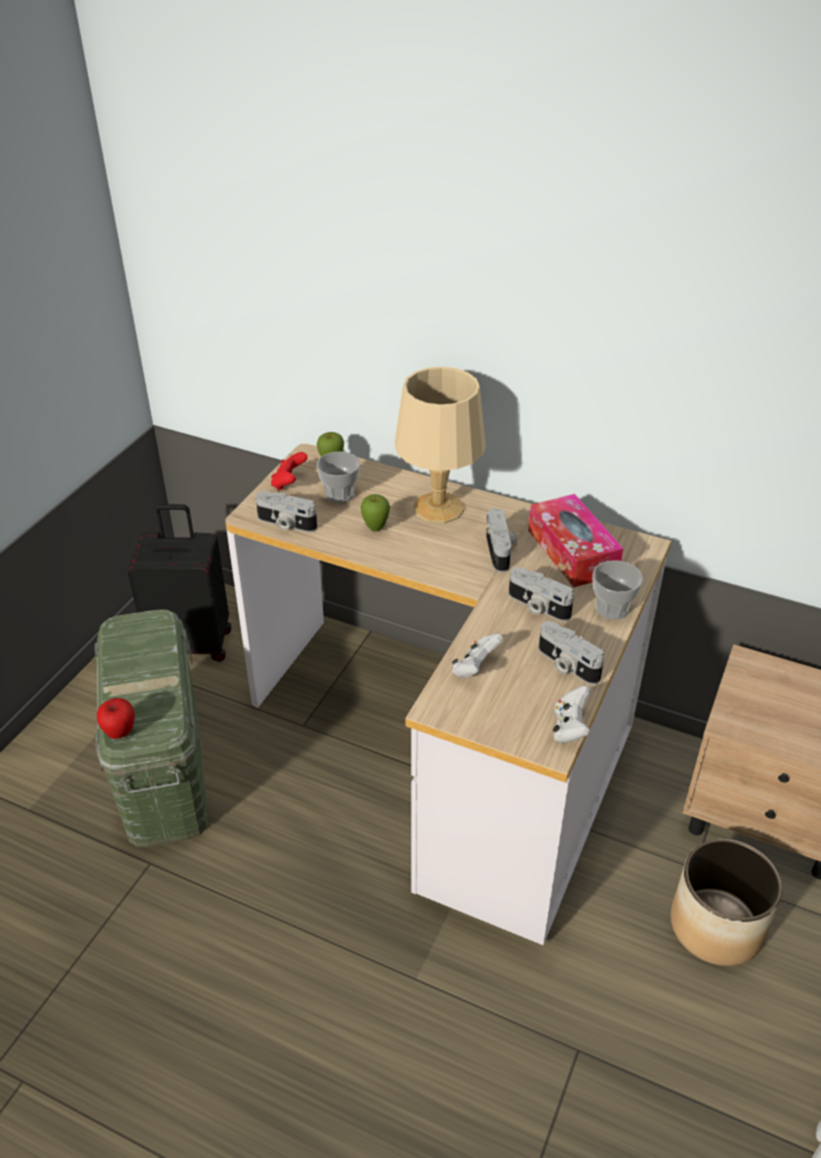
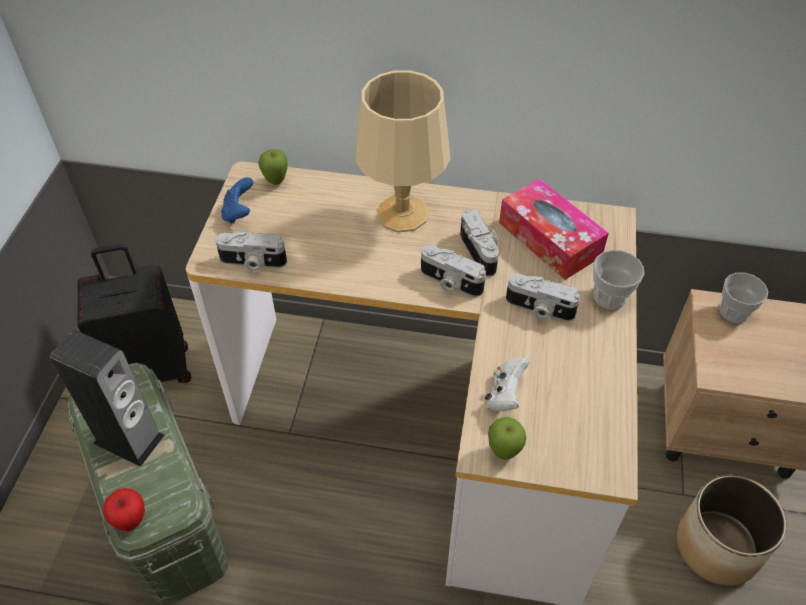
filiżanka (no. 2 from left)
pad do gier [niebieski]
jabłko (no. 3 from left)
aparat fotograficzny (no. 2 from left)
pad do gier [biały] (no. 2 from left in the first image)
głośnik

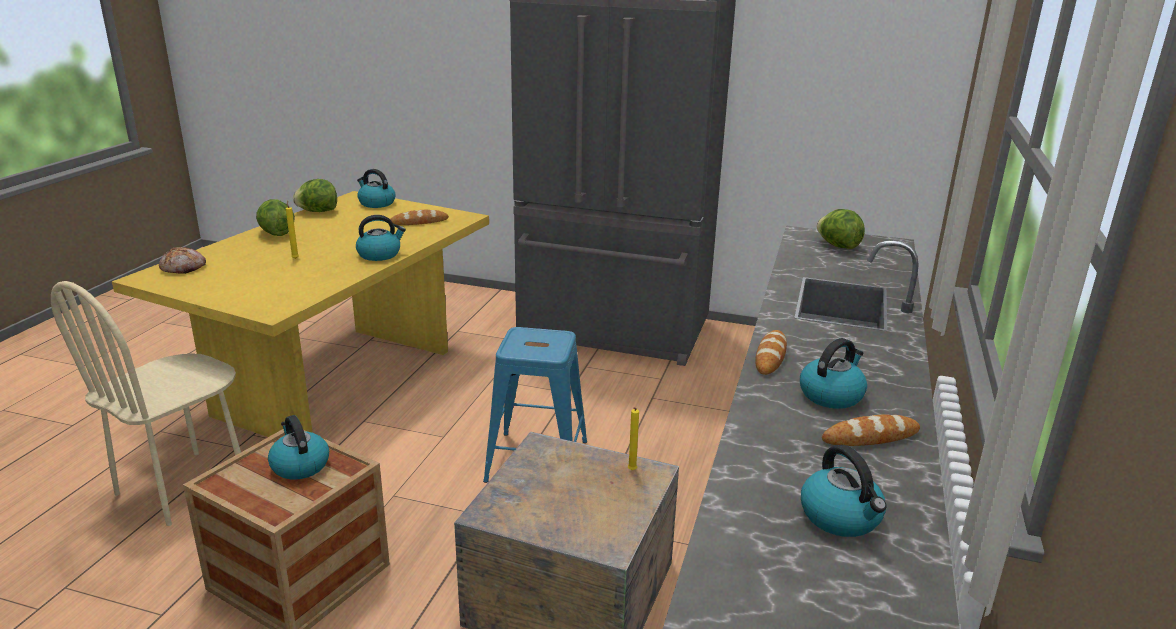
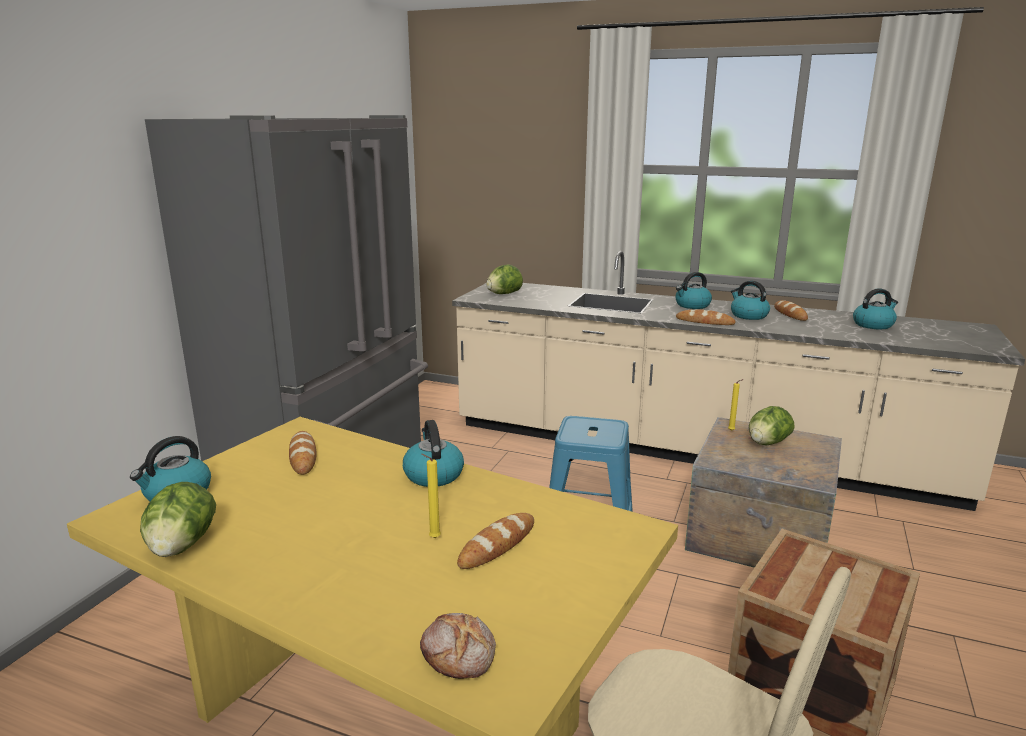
sałata (no. 3 from left)
czajnik (no. 3 from left)
chleb (no. 3 from left)

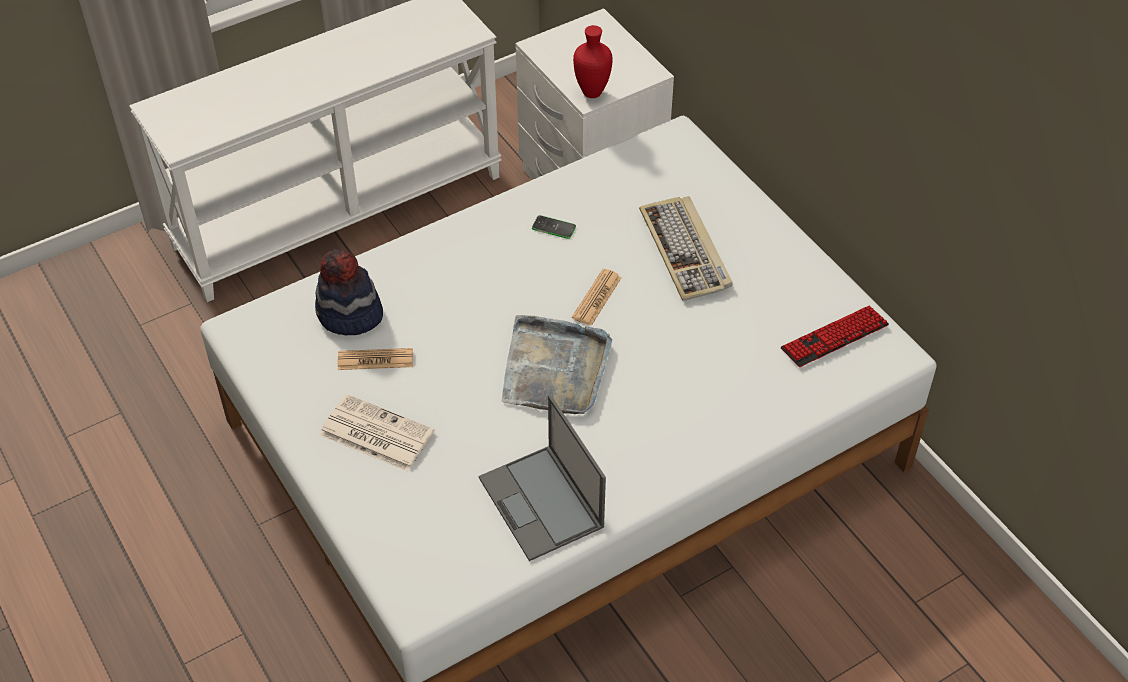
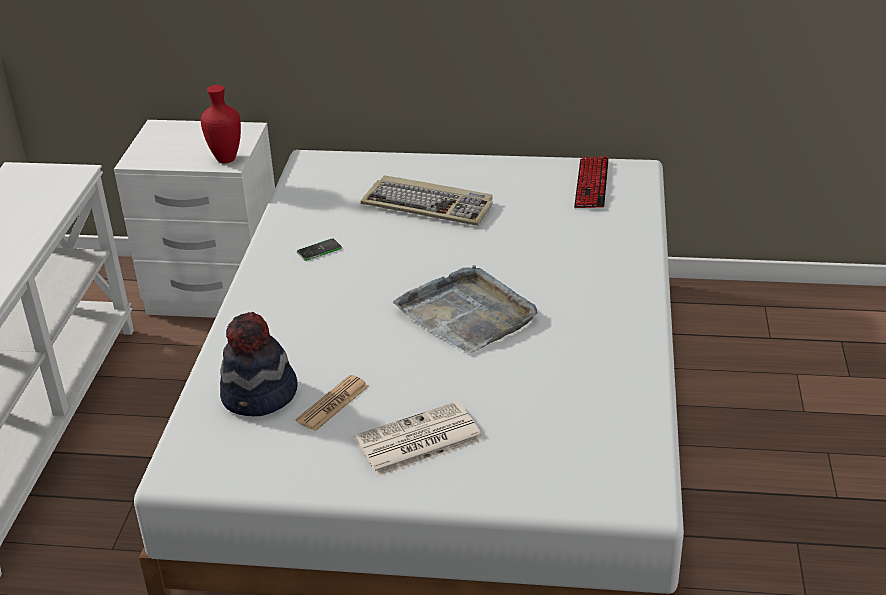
gazeta (no. 3 from left in the first image)
laptop

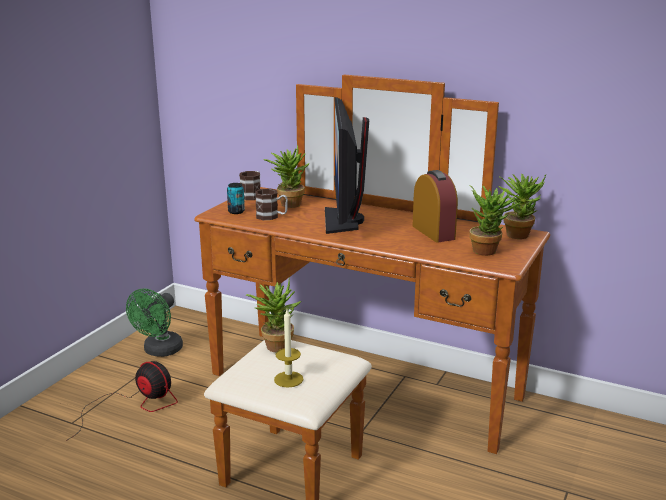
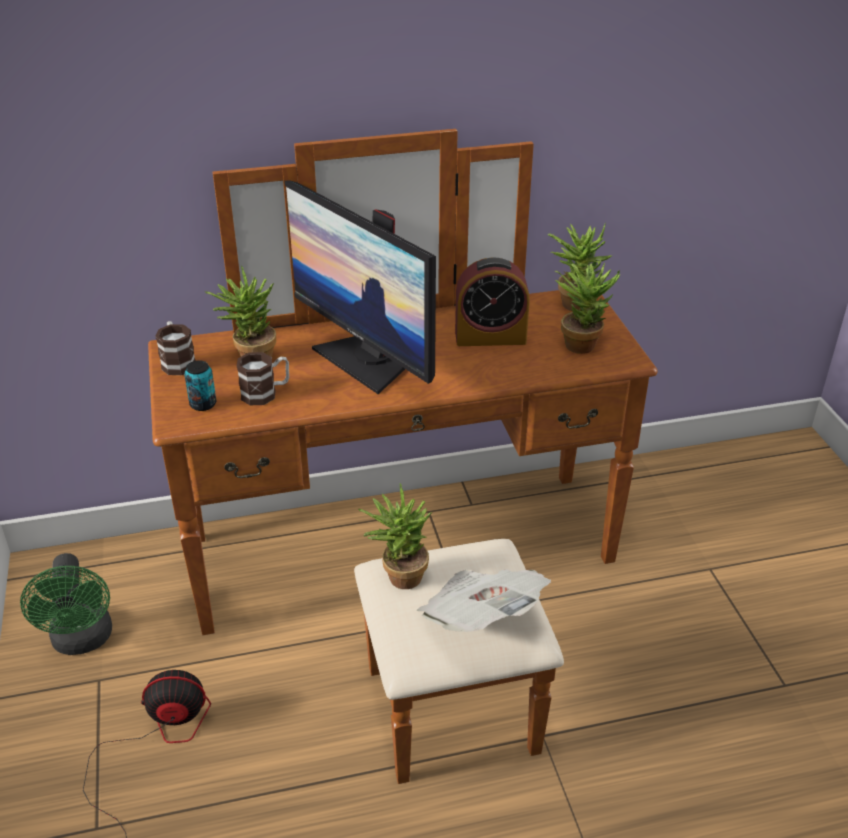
budzik
gazeta

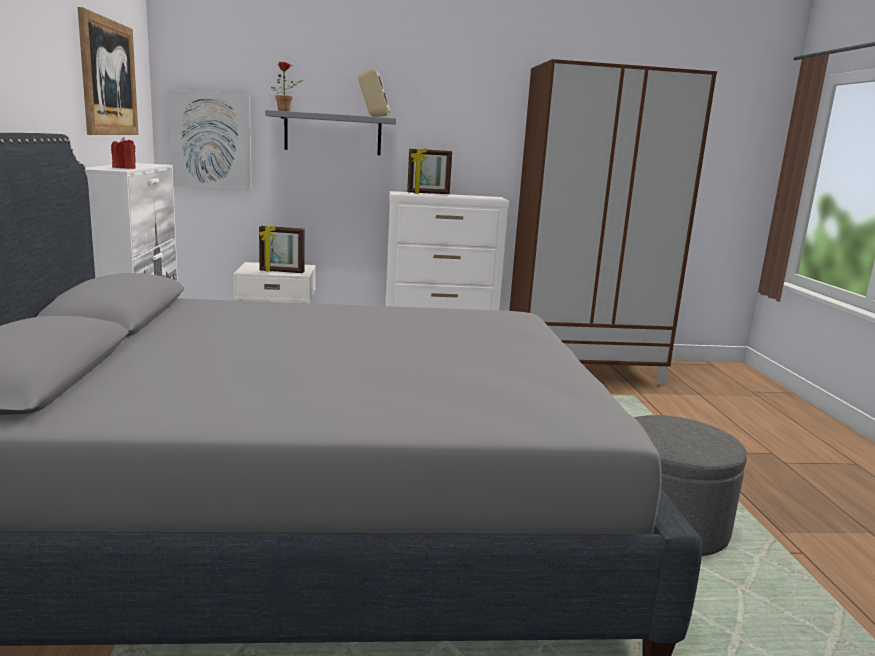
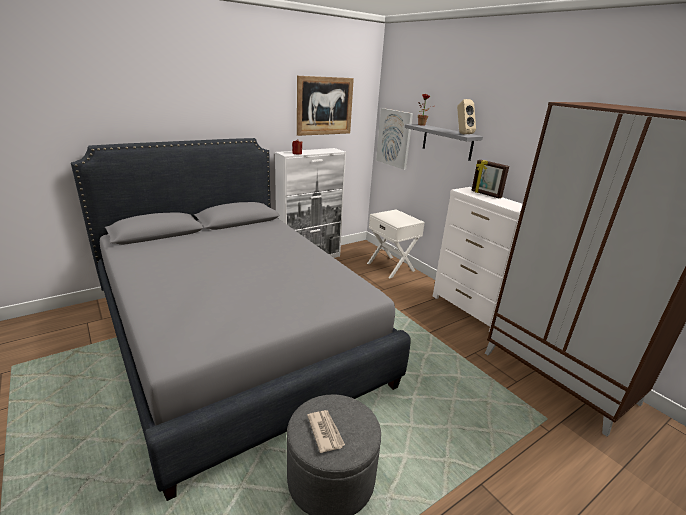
ramka na zdjęcie (no. 1 from left in the first image)
gazeta

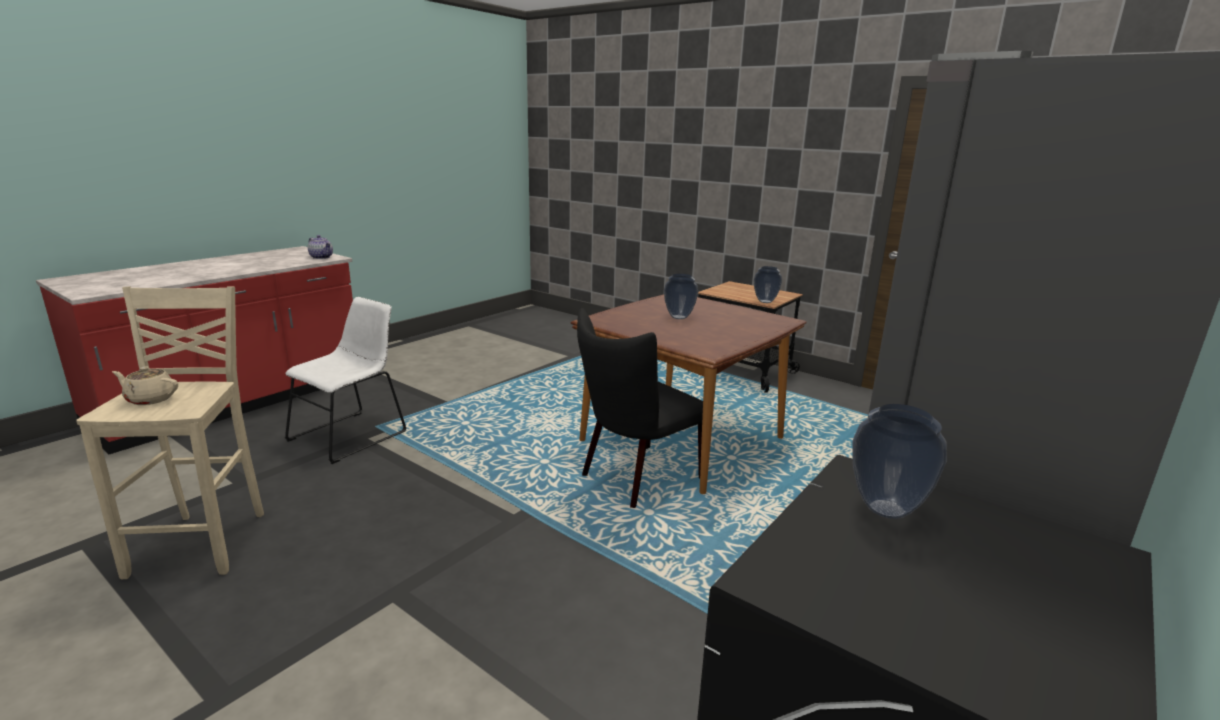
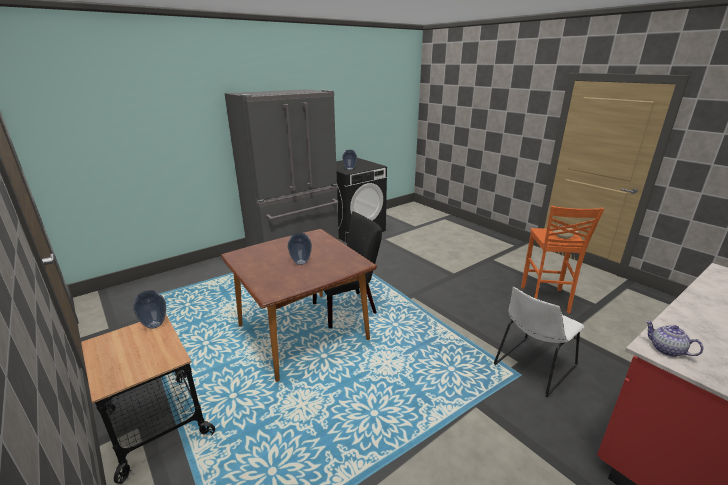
stołek [pomarańczowy]

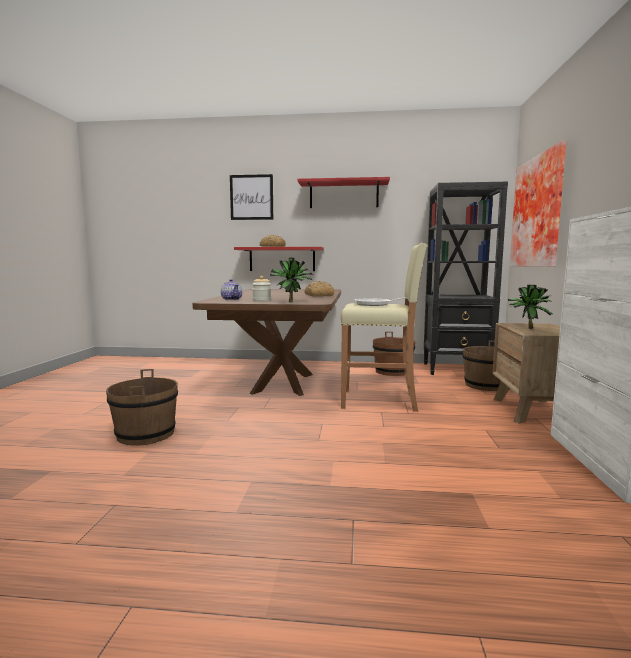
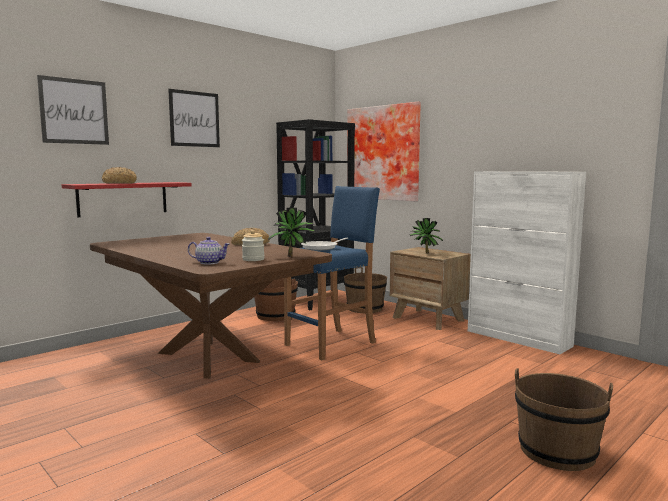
obraz (no. 2 from left)
stołek [niebieski]
wiadro [brązowy] (no. 3 from left)

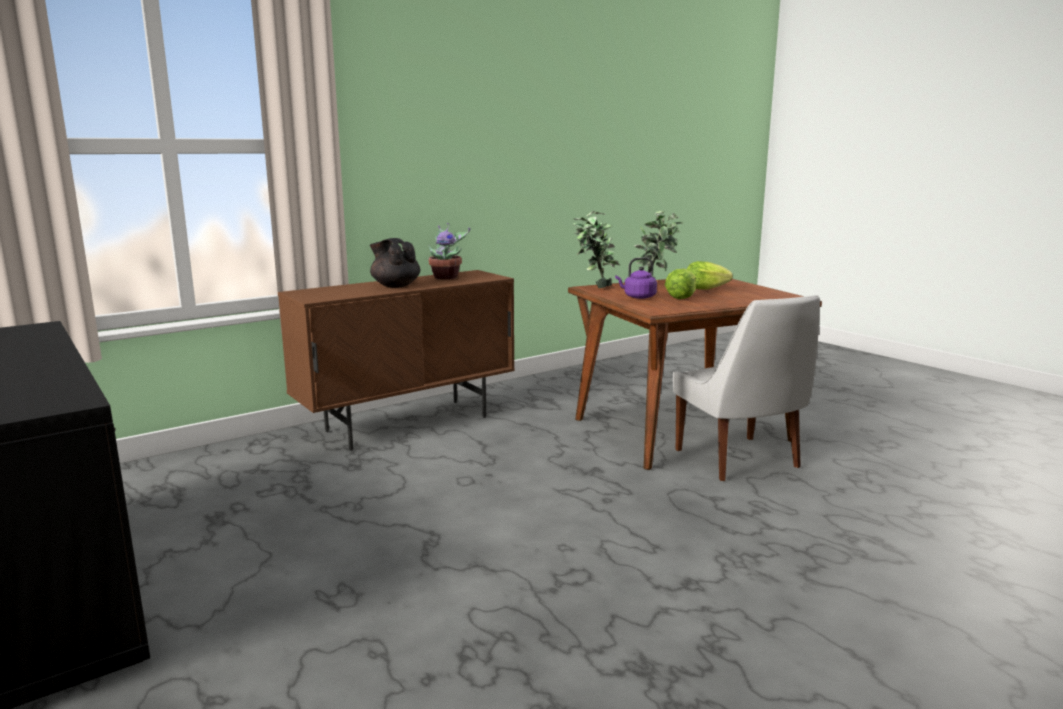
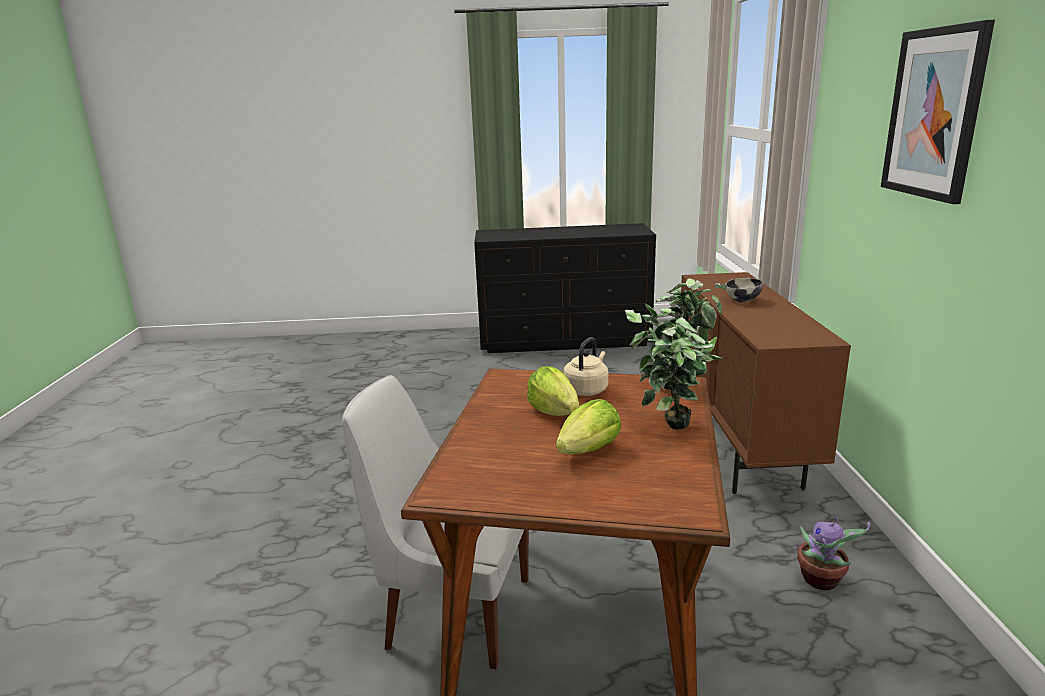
roślina doniczkowa (no. 3 from left)
miska
czajnik [beżowy]
obraz

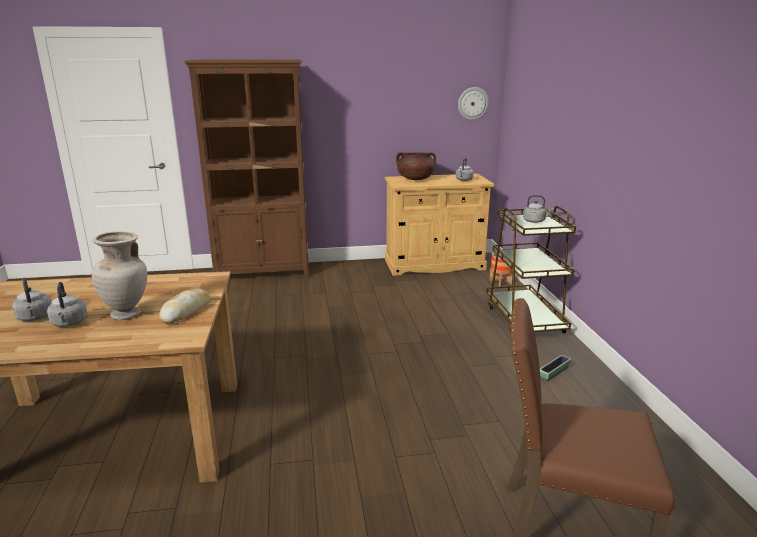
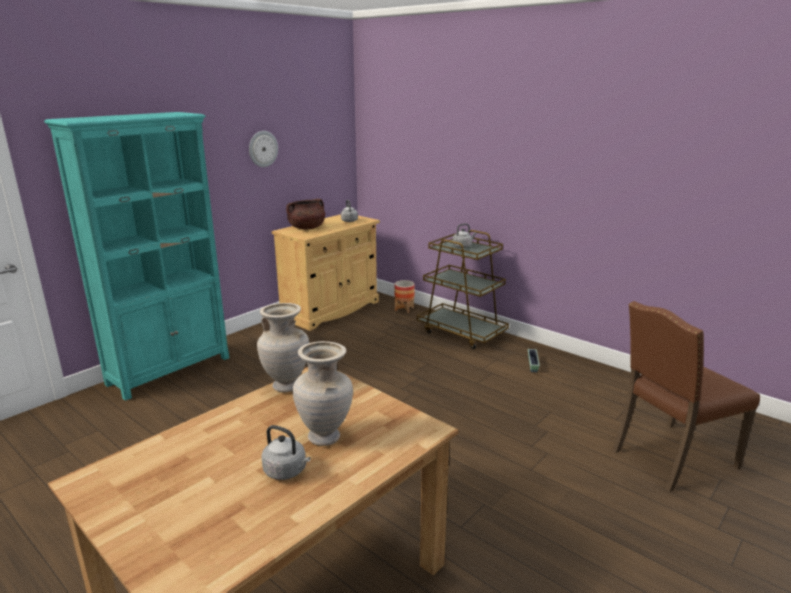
regał [turkusowy]
zegar ścienny
czajnik [szary] (no. 1 from left in the first image)
chleb
wazon [beżowy] (no. 1 from left)

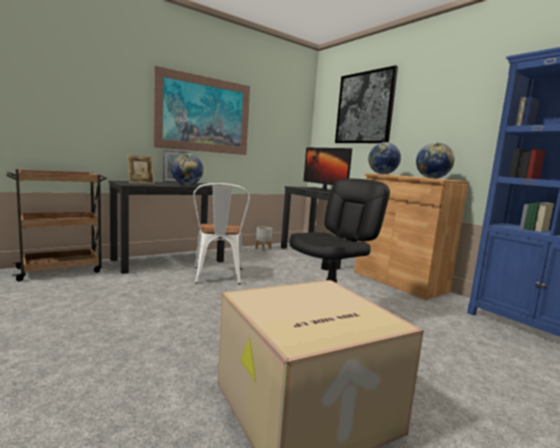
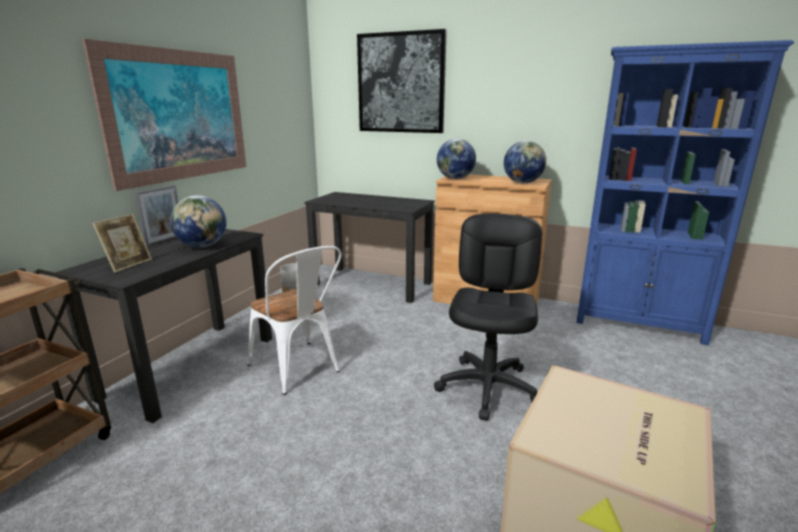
monitor

